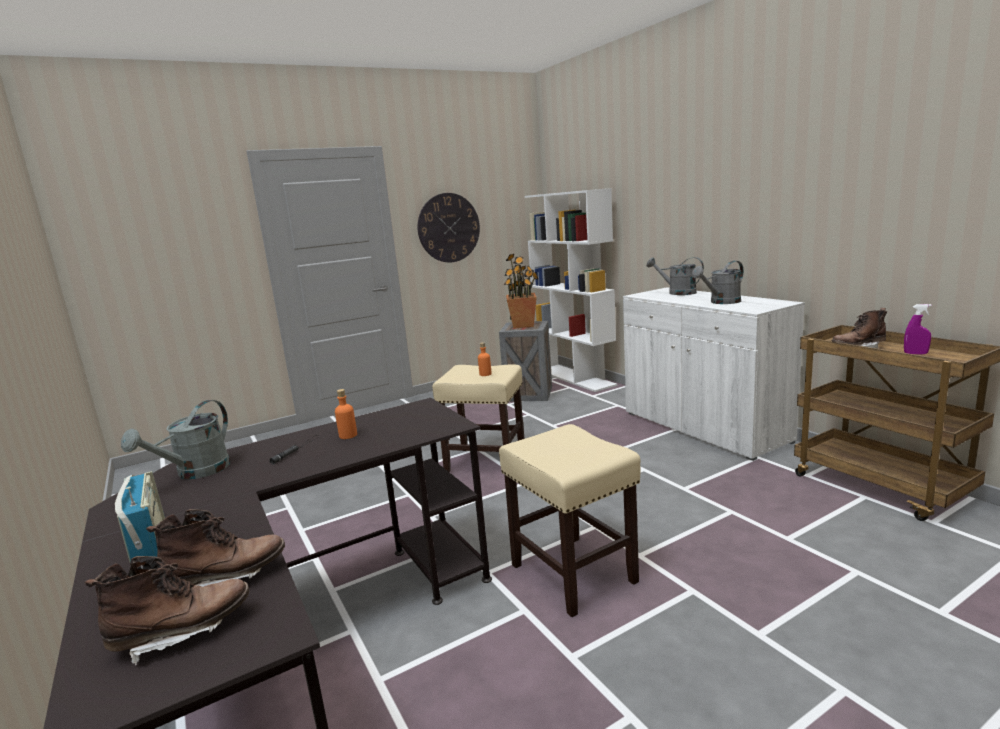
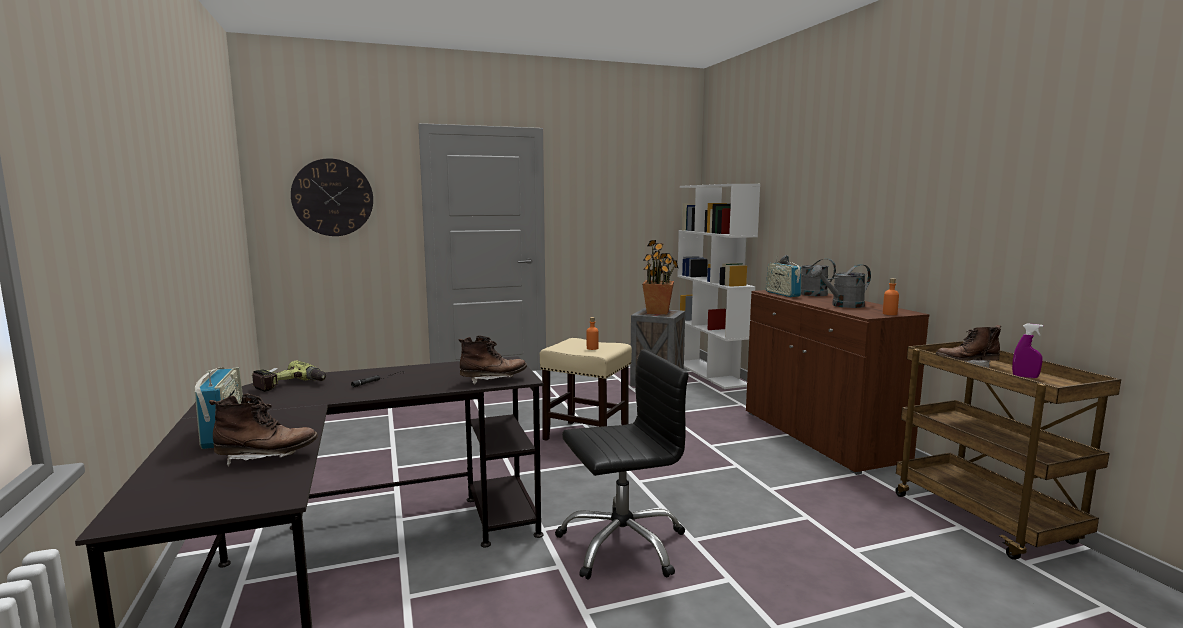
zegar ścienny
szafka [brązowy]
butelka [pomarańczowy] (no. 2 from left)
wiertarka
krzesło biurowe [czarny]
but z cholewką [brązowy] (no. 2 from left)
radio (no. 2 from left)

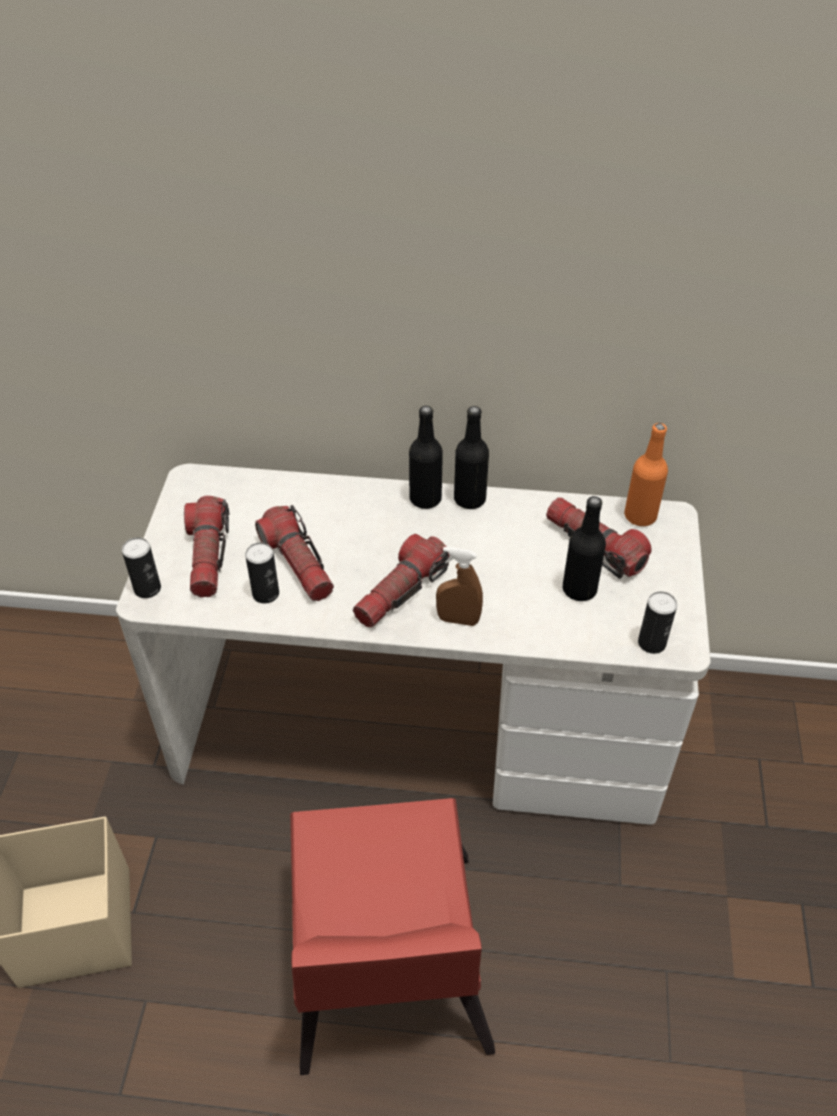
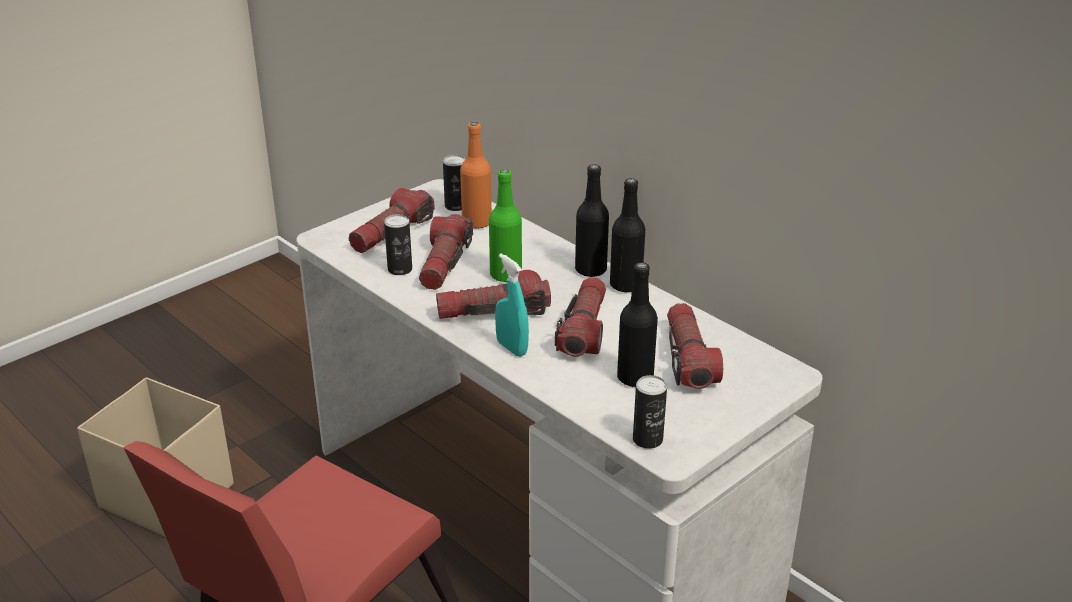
butelka [pomarańczowy]
puszka (no. 2 from left)
spryskiwacz [turkusowy]
butelka [zielony]
latarka (no. 4 from left)

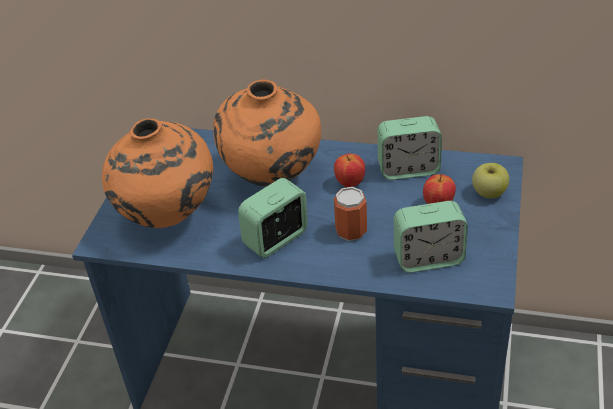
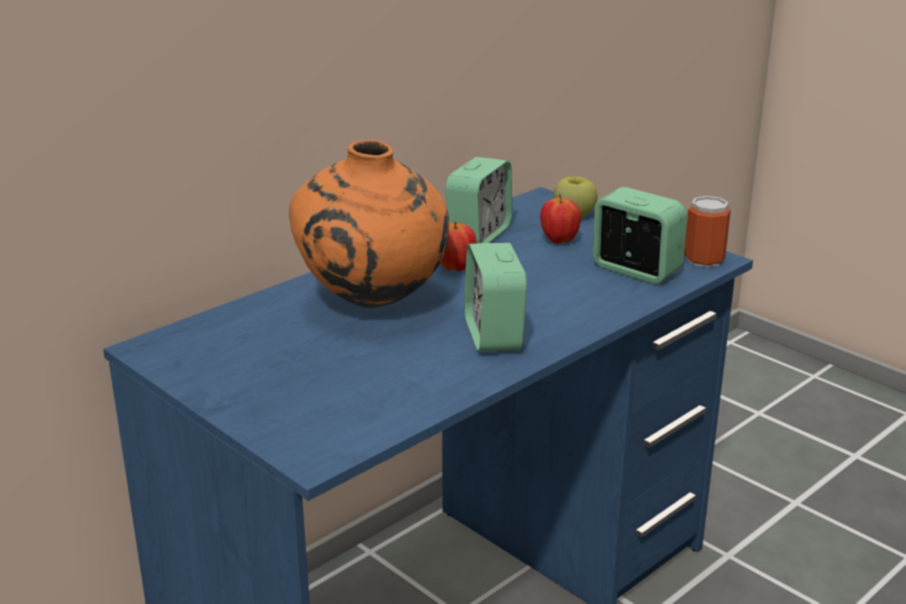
wazon [pomarańczowy] (no. 1 from left in the first image)
puszka
budzik (no. 3 from left)

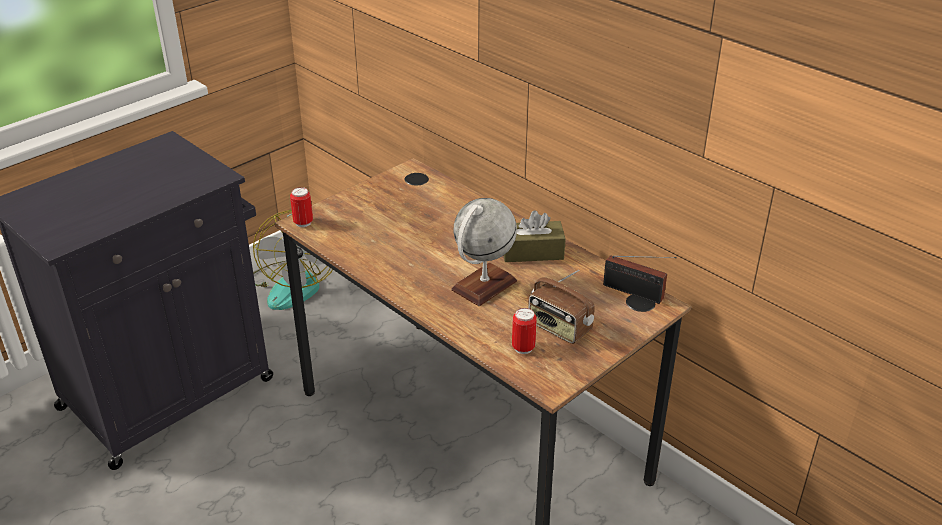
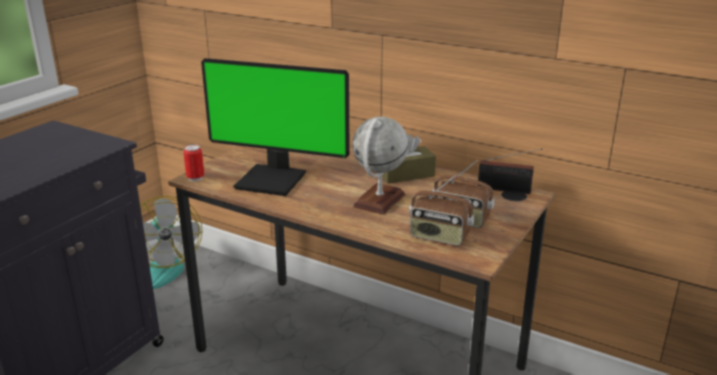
radio (no. 1 from left)
monitor

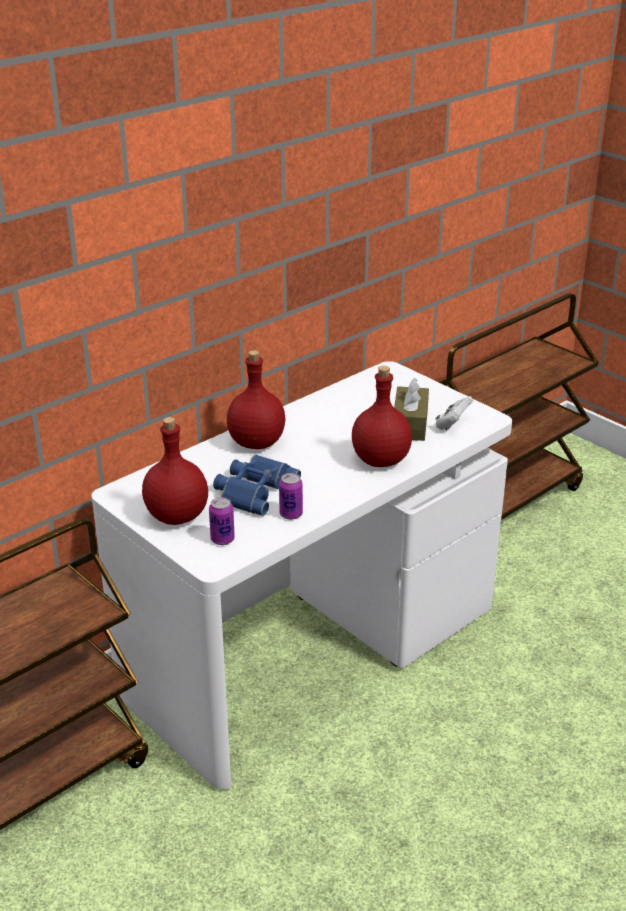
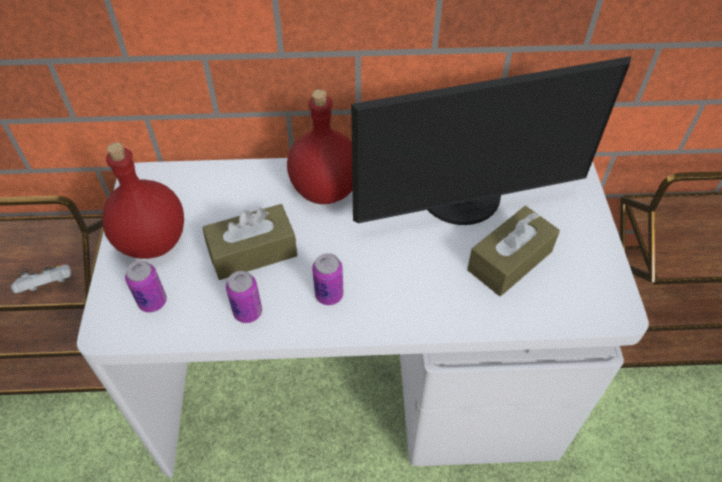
butelka [czerwony] (no. 3 from left in the first image)
pad do gier [biały]
pudełko chusteczek [brązowy] (no. 1 from left)
monitor
puszka (no. 3 from left)

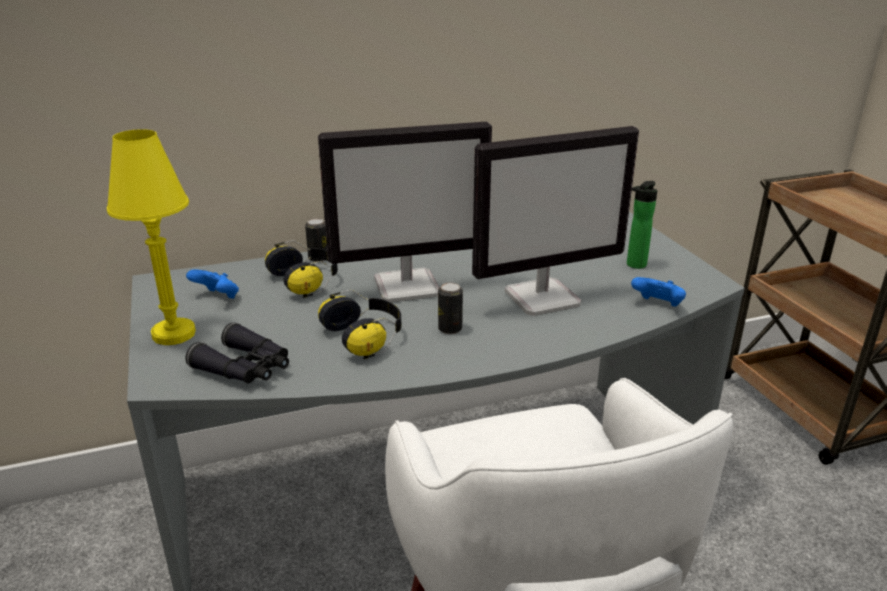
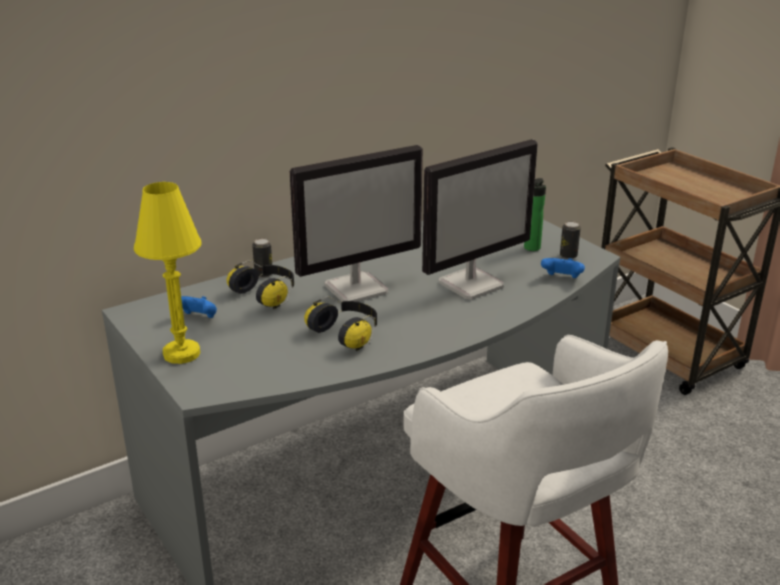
puszka (no. 2 from left)
lornetka [czarny]

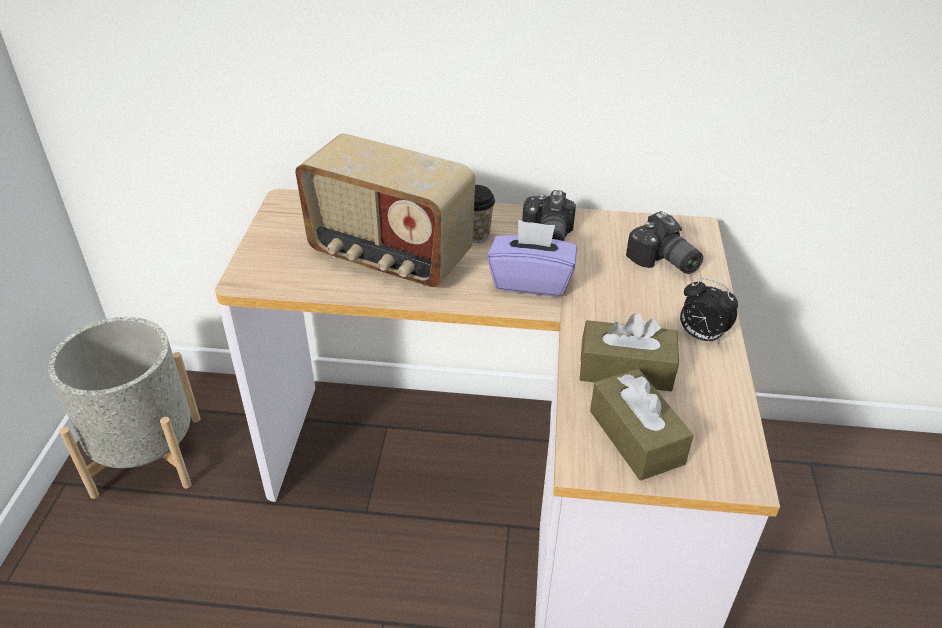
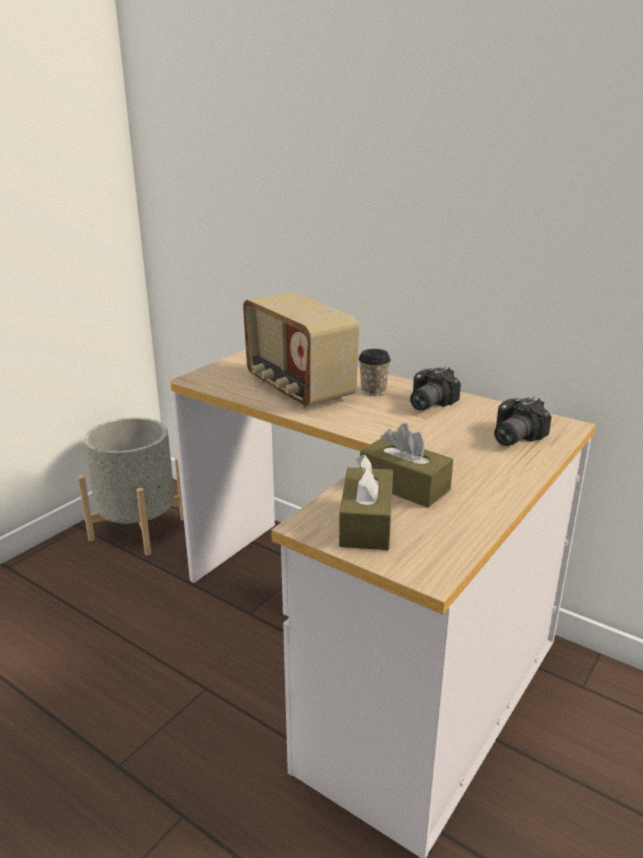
aparat fotograficzny (no. 2 from left)
pudełko chusteczek [fioletowy]
budzik

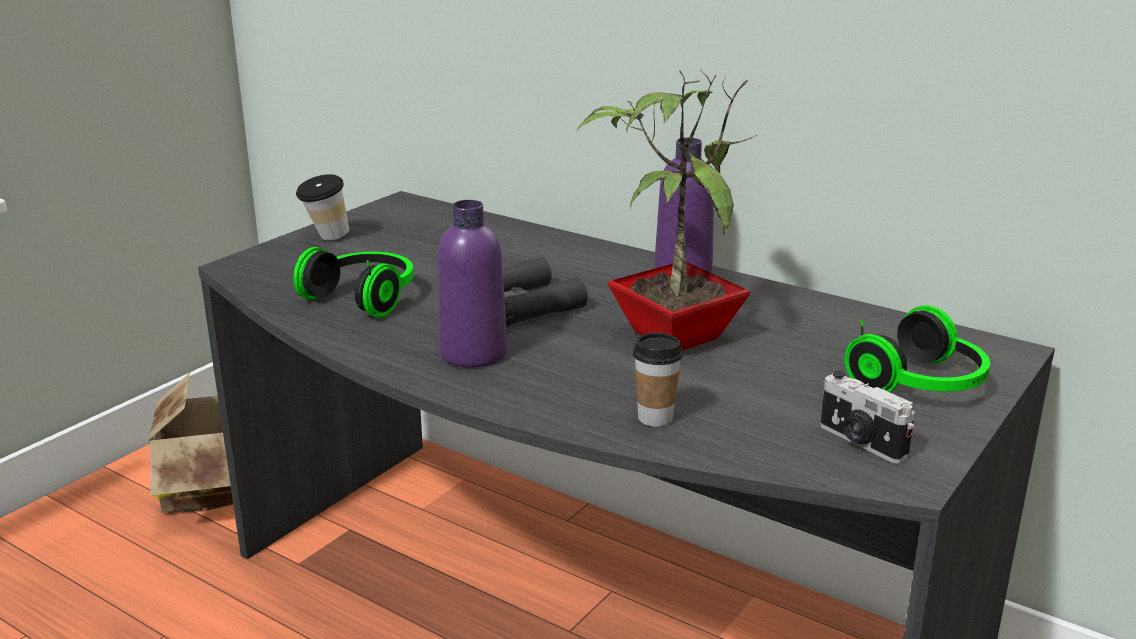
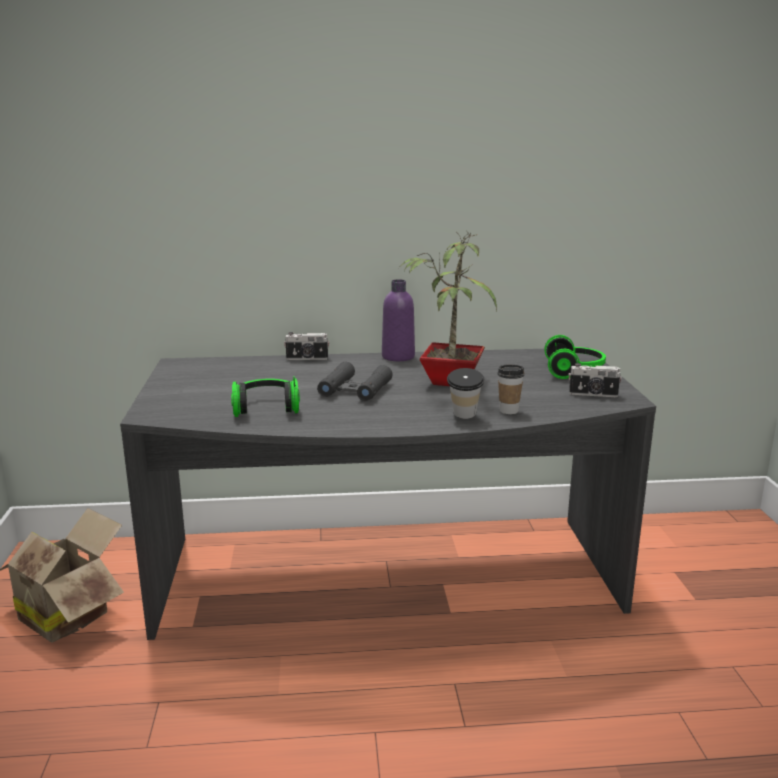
filiżanka (no. 1 from left)
butelka [fioletowy] (no. 1 from left in the first image)
aparat fotograficzny (no. 1 from left)

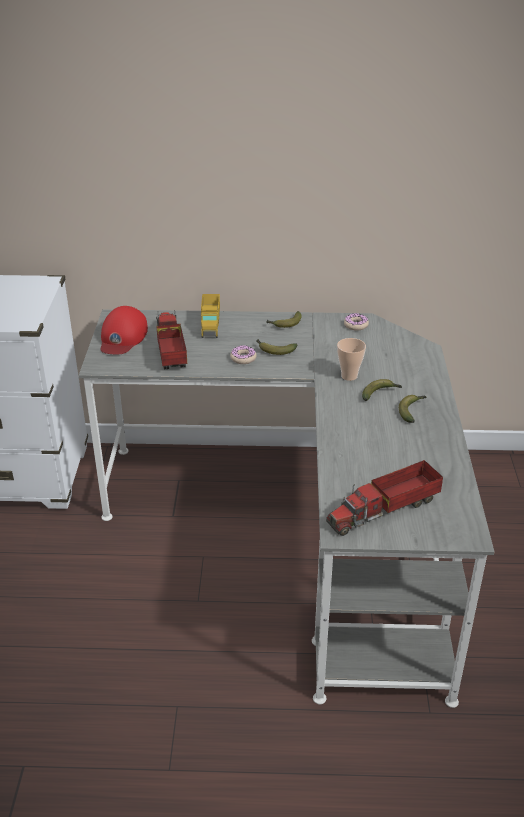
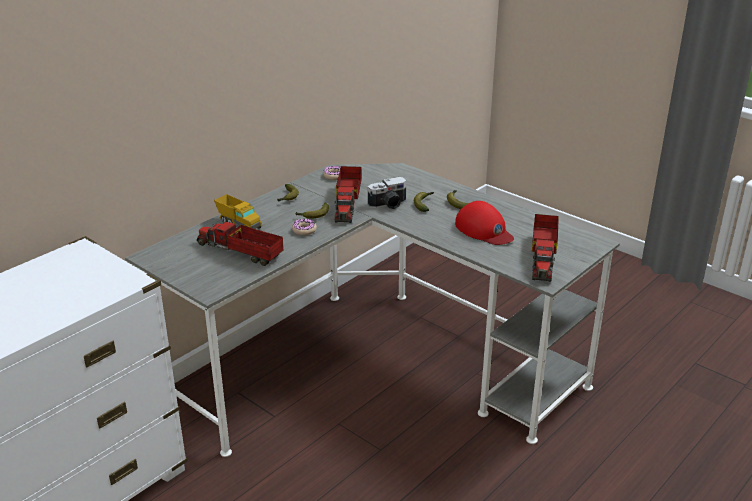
czapka z daszkiem [czerwony]
aparat fotograficzny
ciężarówka zabawkowa (no. 3 from left)

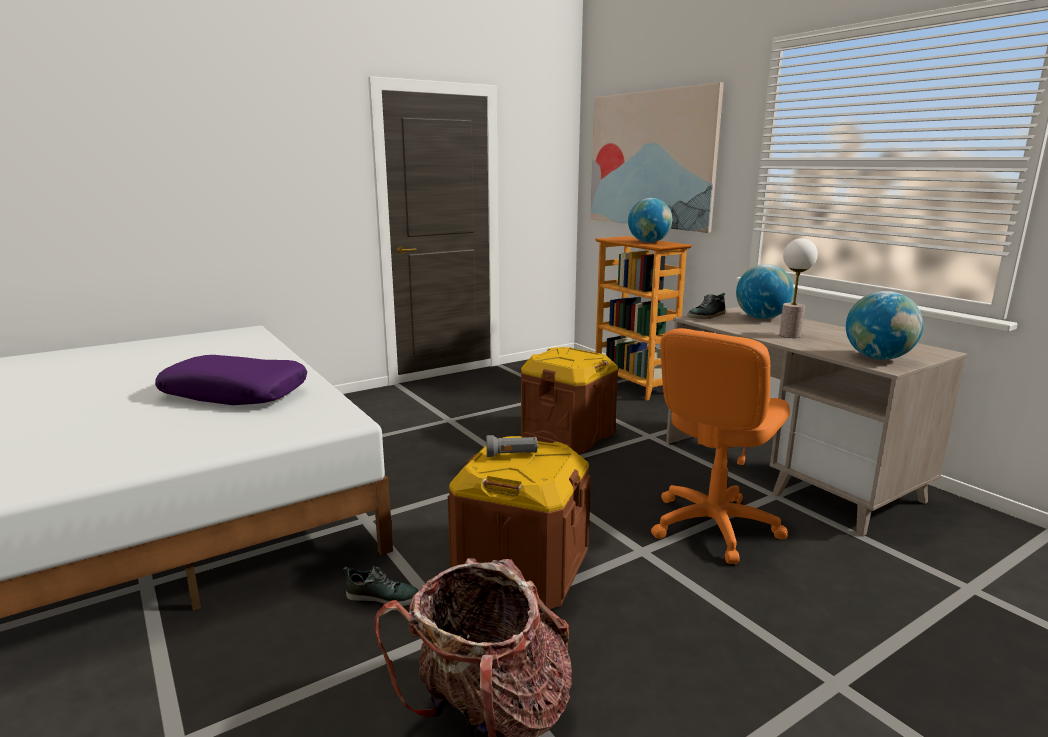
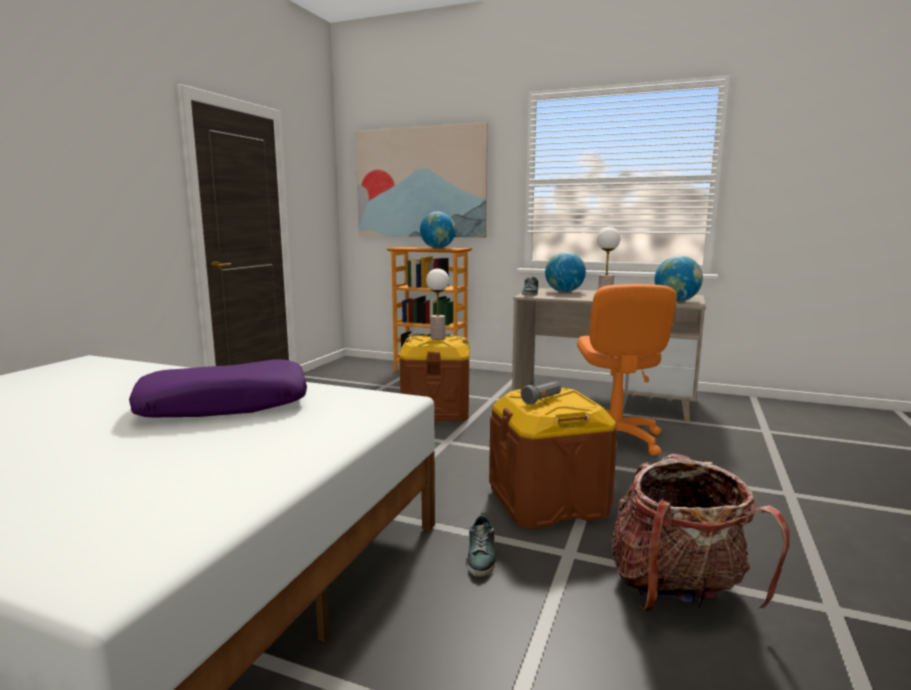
but (no. 1 from left)
lampa stołowa (no. 1 from left)

